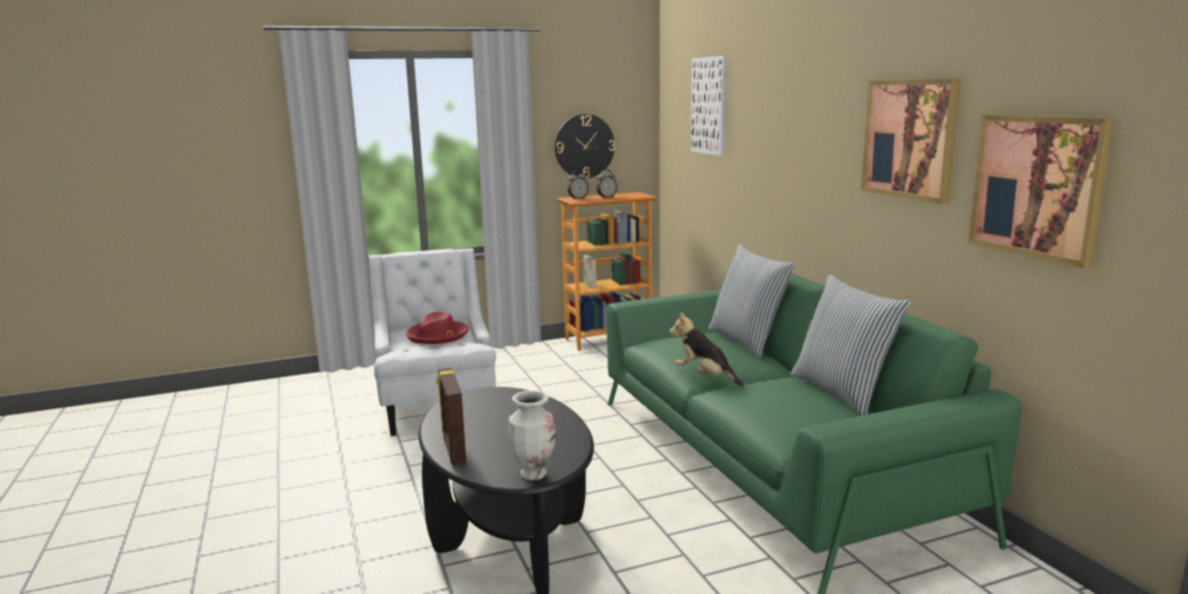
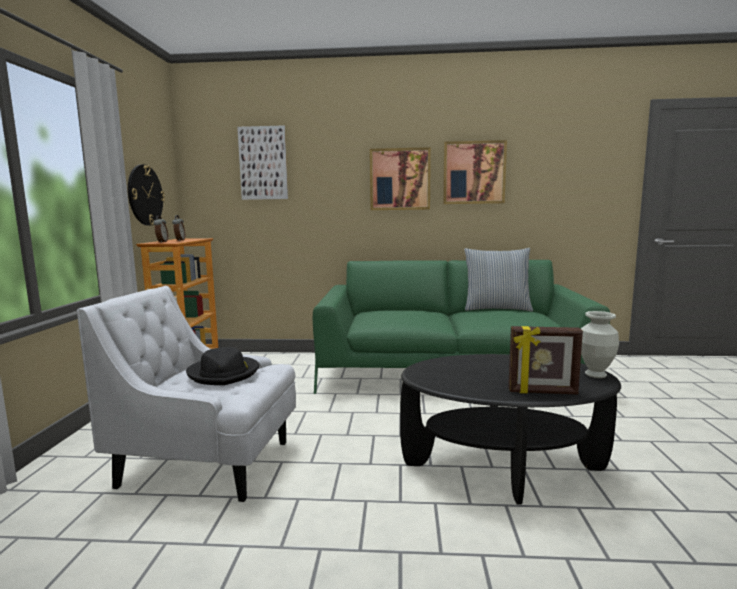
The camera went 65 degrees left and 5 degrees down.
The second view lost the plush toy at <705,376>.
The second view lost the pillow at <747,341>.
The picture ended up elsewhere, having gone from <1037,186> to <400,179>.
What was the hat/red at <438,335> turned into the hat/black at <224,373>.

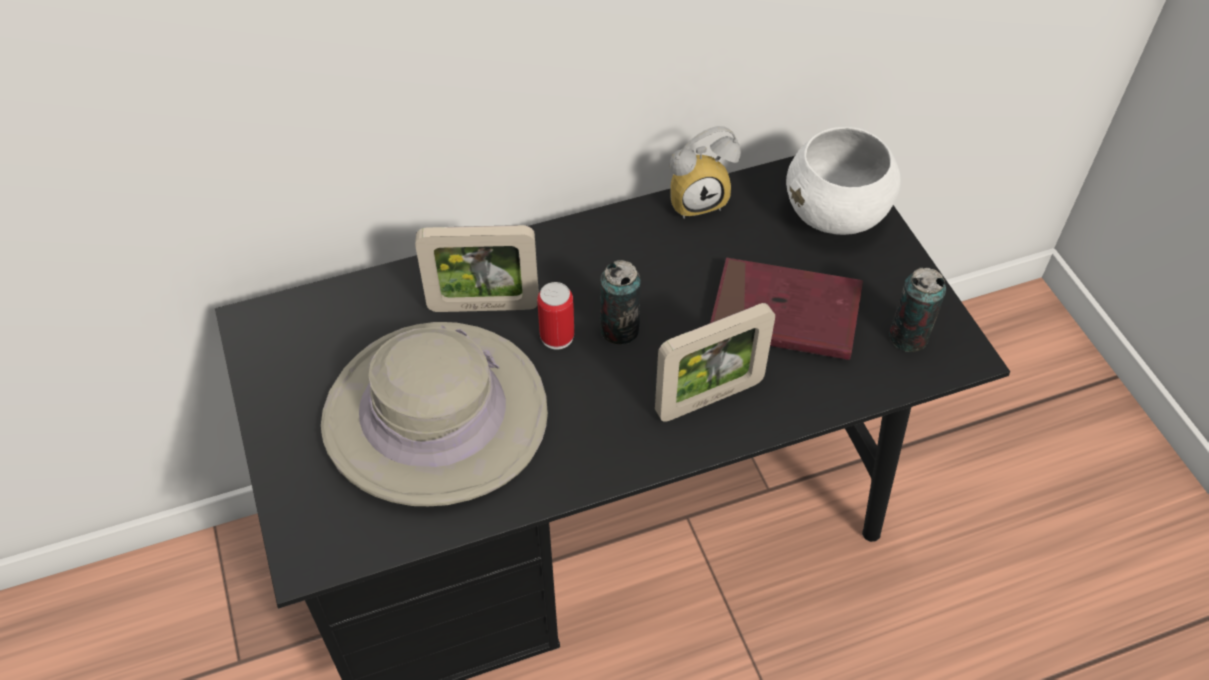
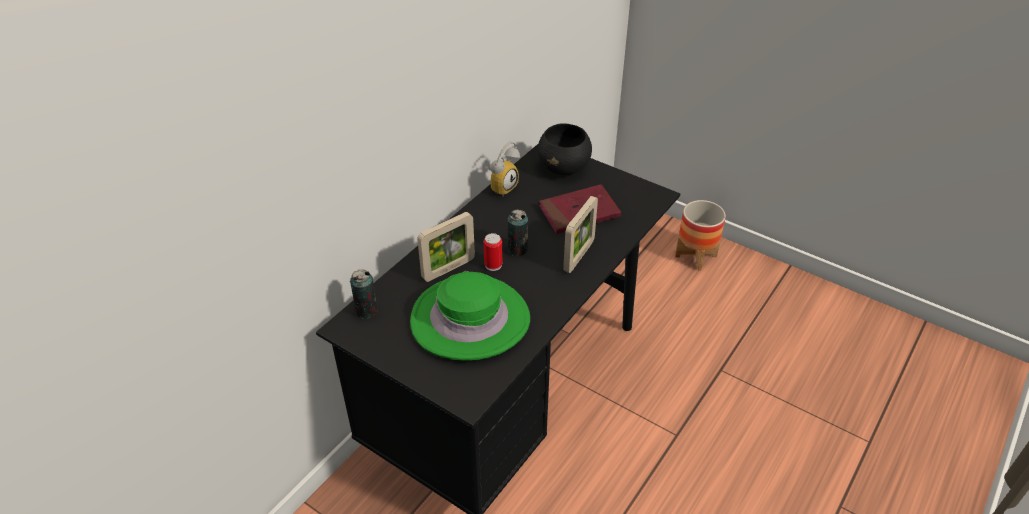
The camera went 35 degrees left and 10 degrees down.
The second view gained the planter at <695,256>.
The can ended up elsewhere, having gone from <908,337> to <366,311>.
What was the hat/beige at <435,416> turned into the hat/green at <470,320>.
What was the bowl/white at <837,214> turned into the bowl/black at <564,167>.

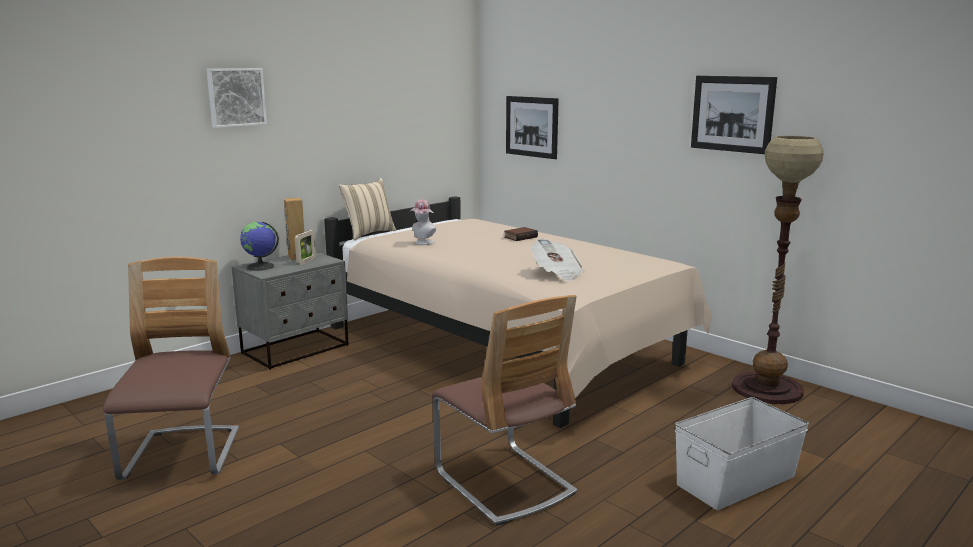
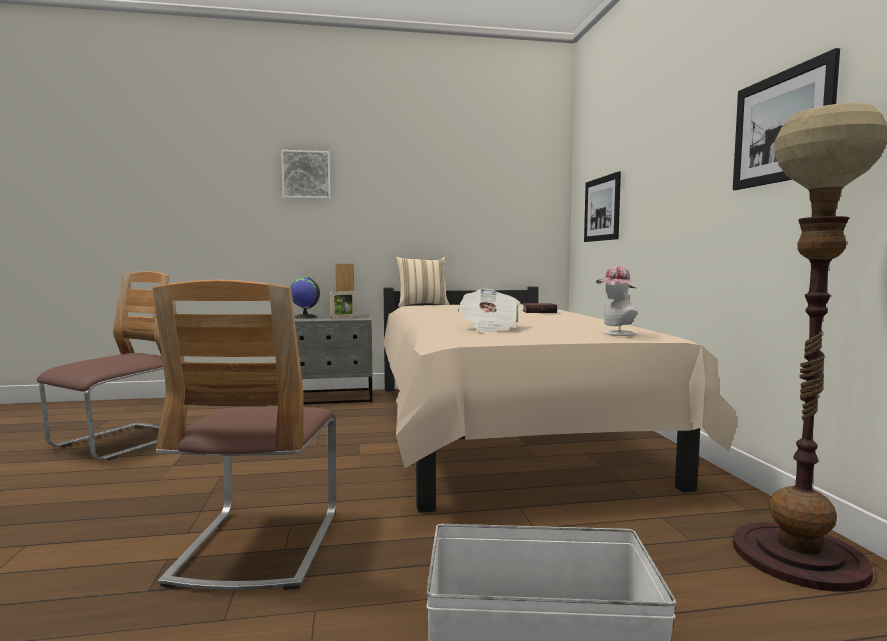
The camera went 35 degrees right and 10 degrees down.
The hat ended up elsewhere, having gone from <422,243> to <615,334>.

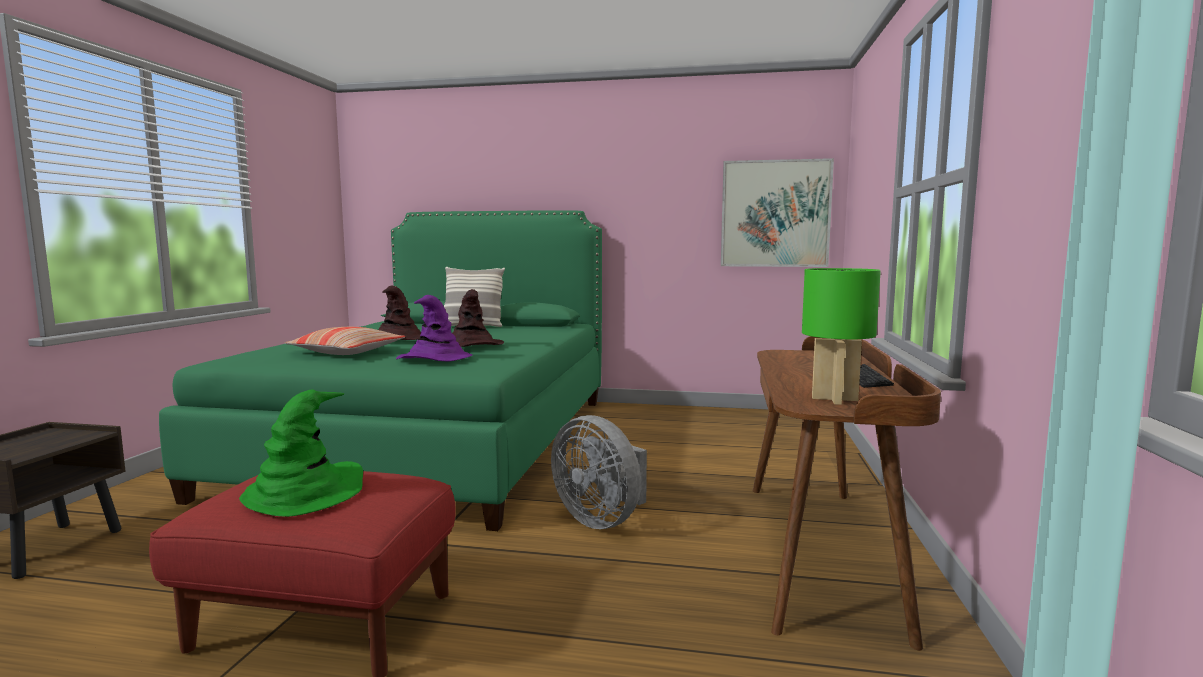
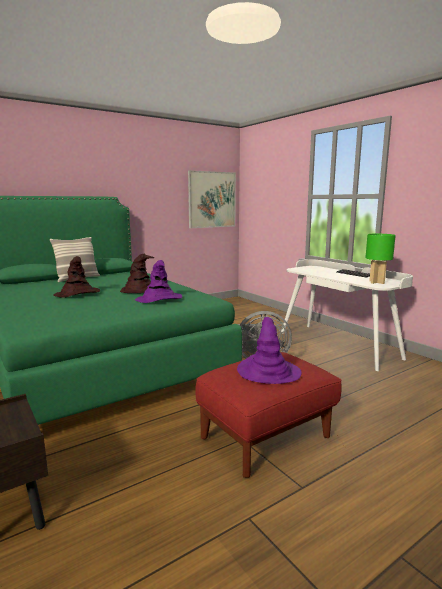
The camera went 45 degrees left and 5 degrees up.
The second view lost the pillow at <347,352>.
What was the hat/green at <305,492> turned into the hat/purple at <268,372>.
What was the desk/brown at <820,551> turned into the desk/white at <338,345>.

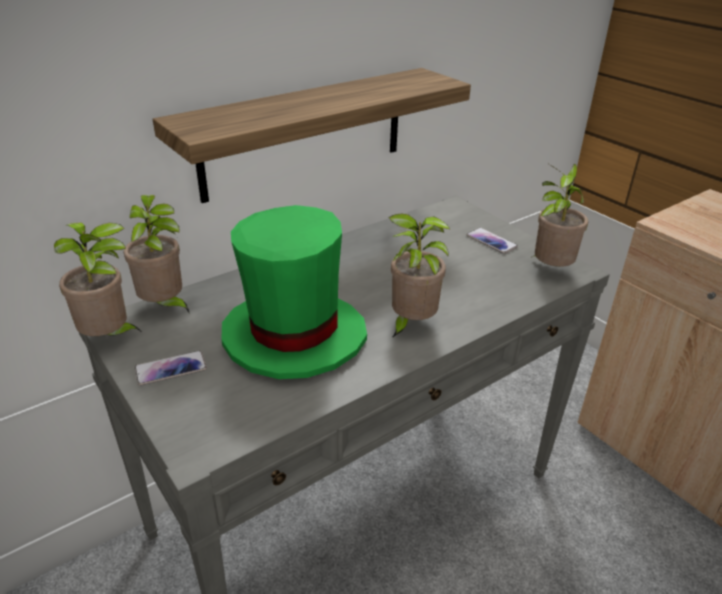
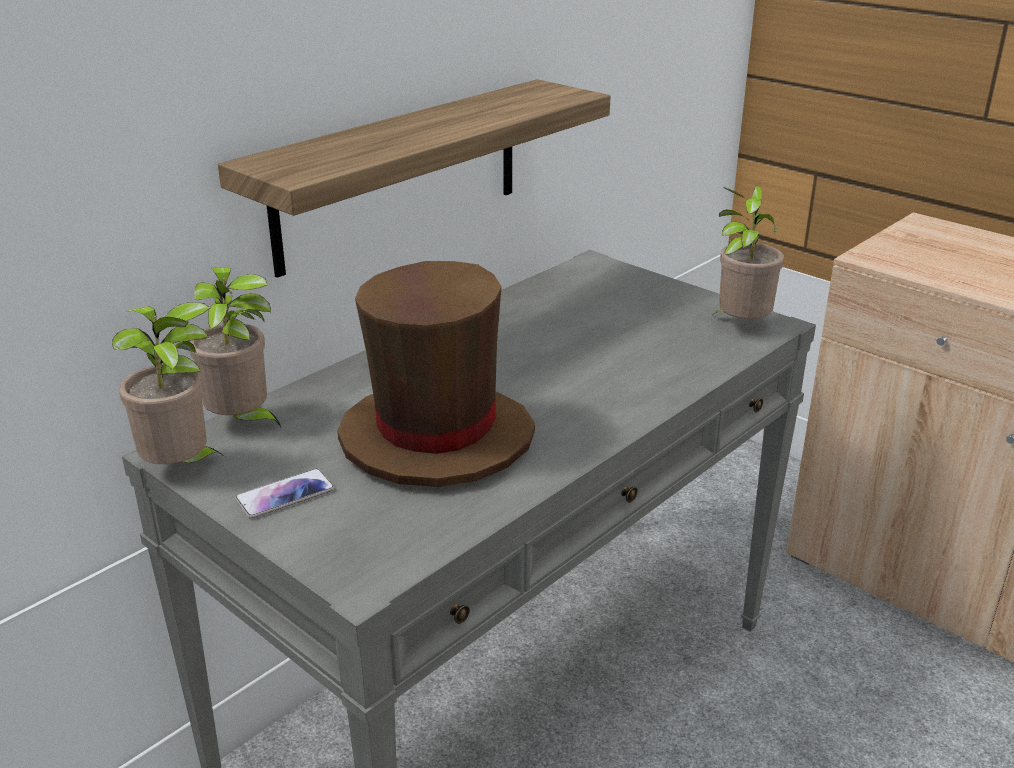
The camera went 10 degrees left and 5 degrees down.
The second view lost the potted plant at <410,324>.
The second view lost the phone at <491,241>.
What was the hat/green at <294,336> turned into the hat/brown at <436,438>.

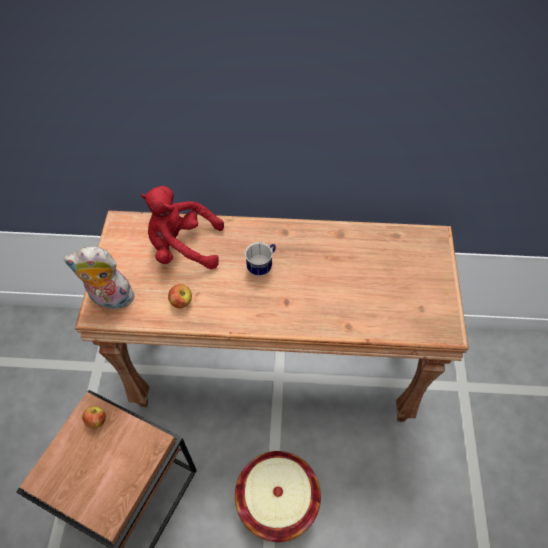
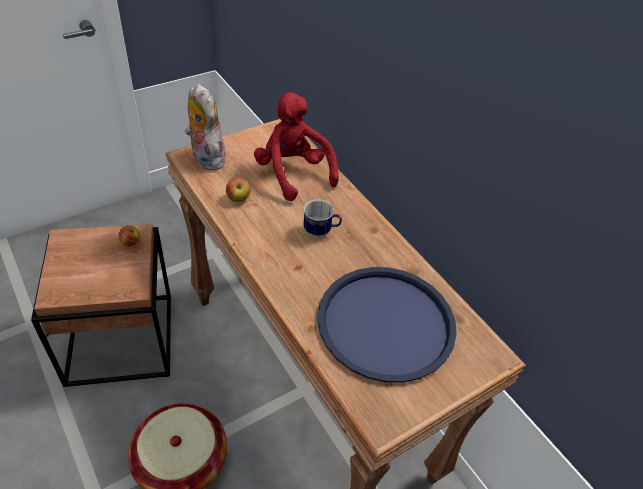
The camera went 50 degrees right and 10 degrees down.
The second view gained the tray/blue at <386,323>.

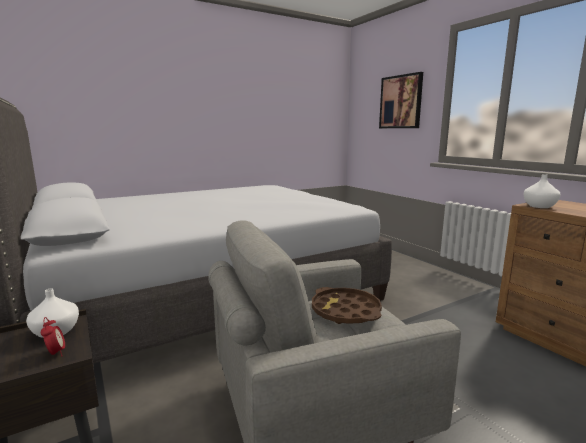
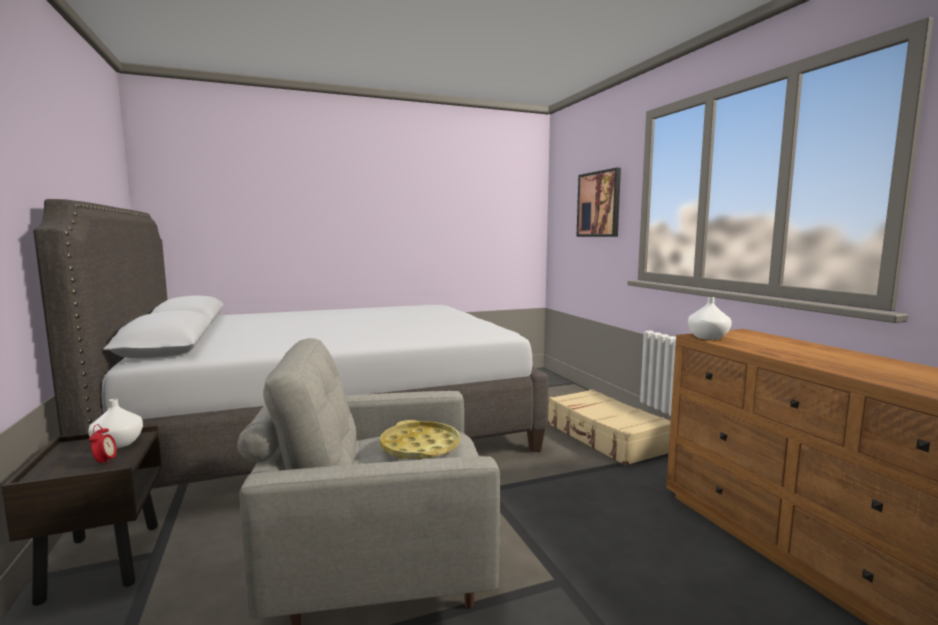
The camera went 10 degrees right and 5 degrees down.
The second view gained the suitcase/beige at <605,438>.
What was the tray/brown at <345,311> turned into the tray/yellow at <420,447>.

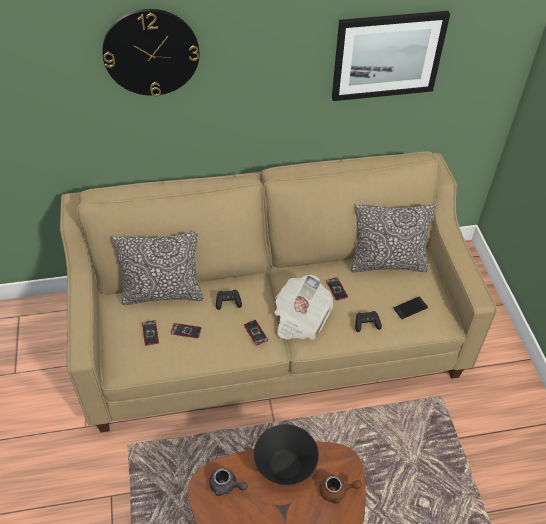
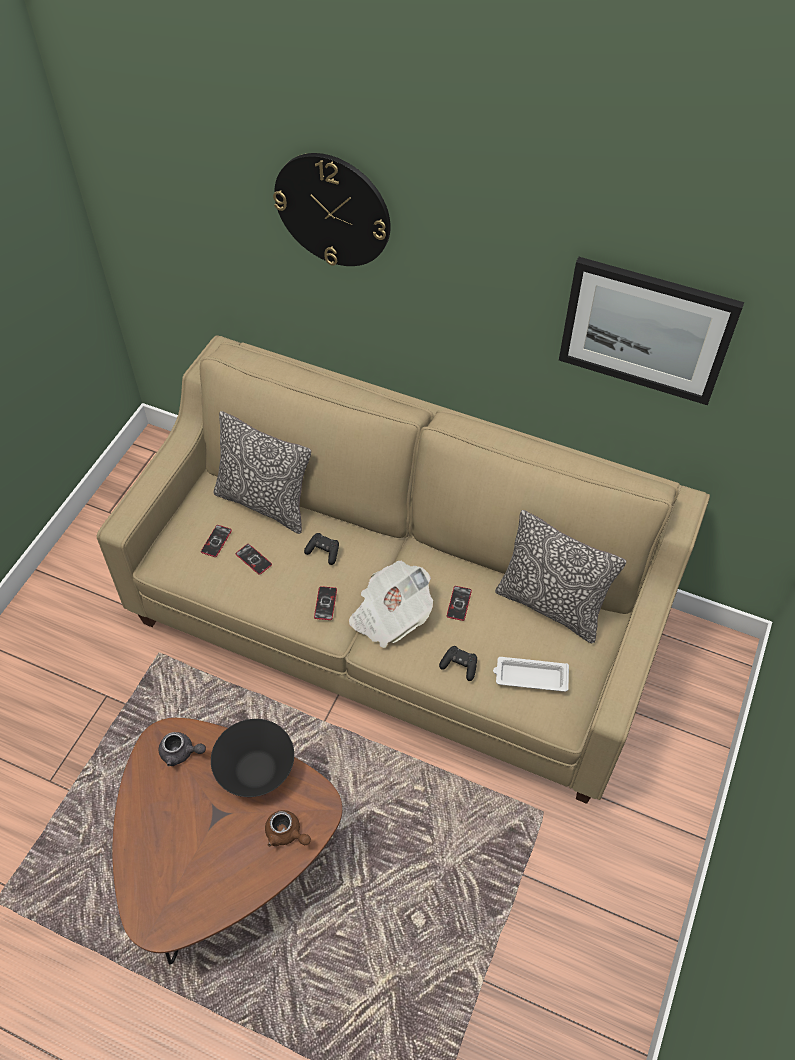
The camera went 35 degrees right and 5 degrees up.
Where the phone stood at <410,308>, the tray/white came to stand at <530,677>.
The teapot/grey at <226,486> ended up facing another way, 45 degrees counterclockwise from before.

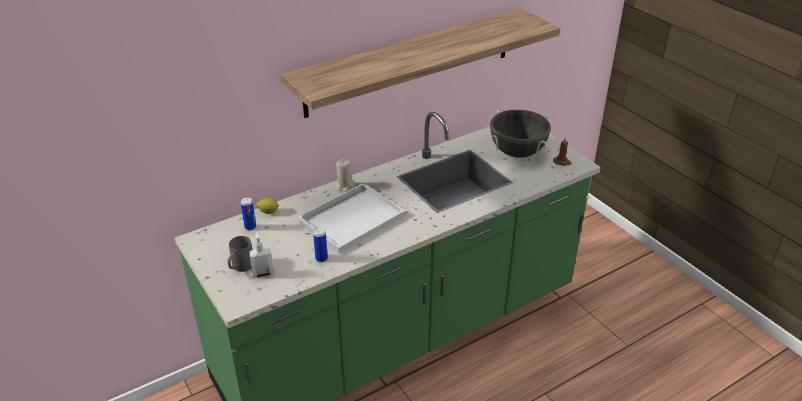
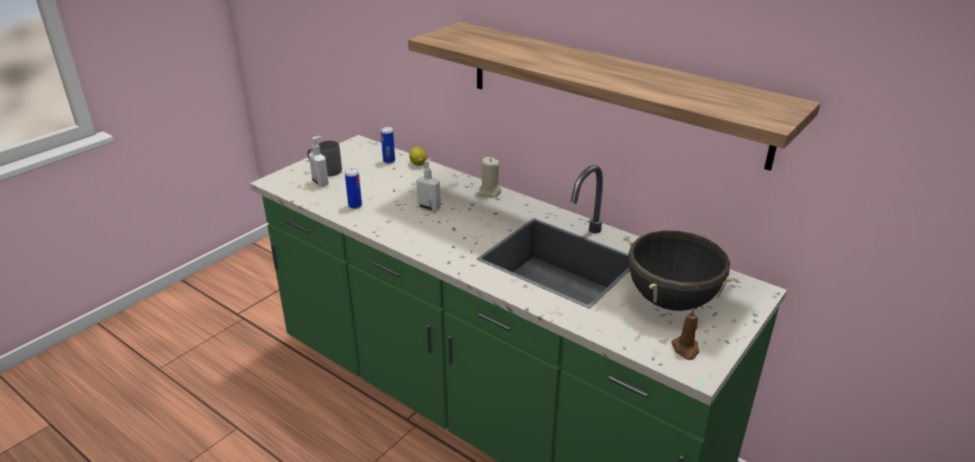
The camera went 70 degrees right and 5 degrees down.
Where the tray/white stood at <351,220>, the soap dispenser came to stand at <429,208>.

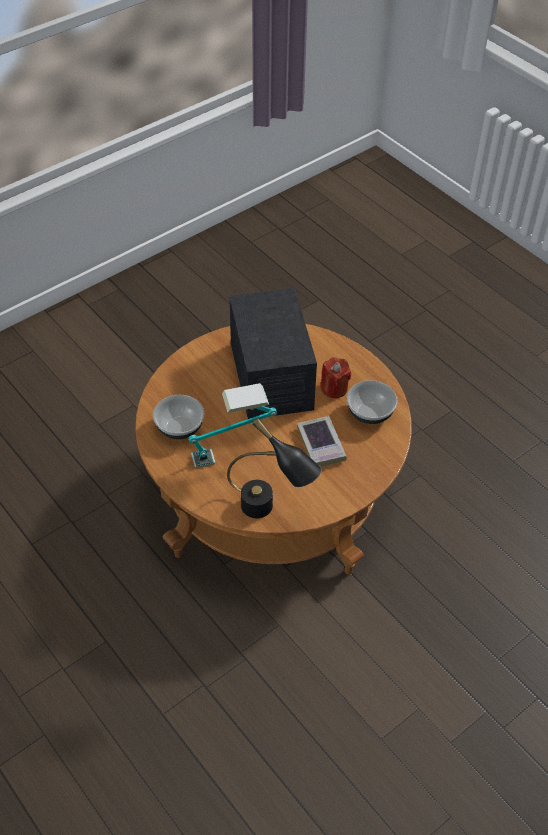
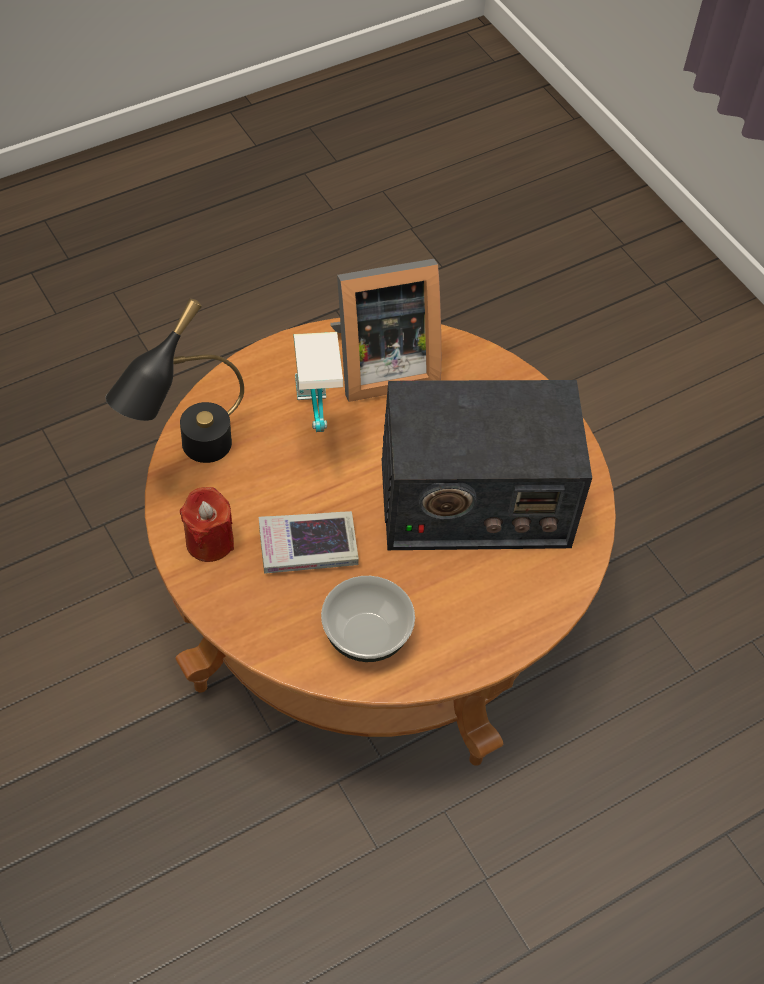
The camera went 95 degrees right and 5 degrees up.
The candle/red ended up elsewhere, having gone from <334,388> to <209,542>.
Where the bowl stood at <179,427>, the picture frame came to stand at <379,366>.

